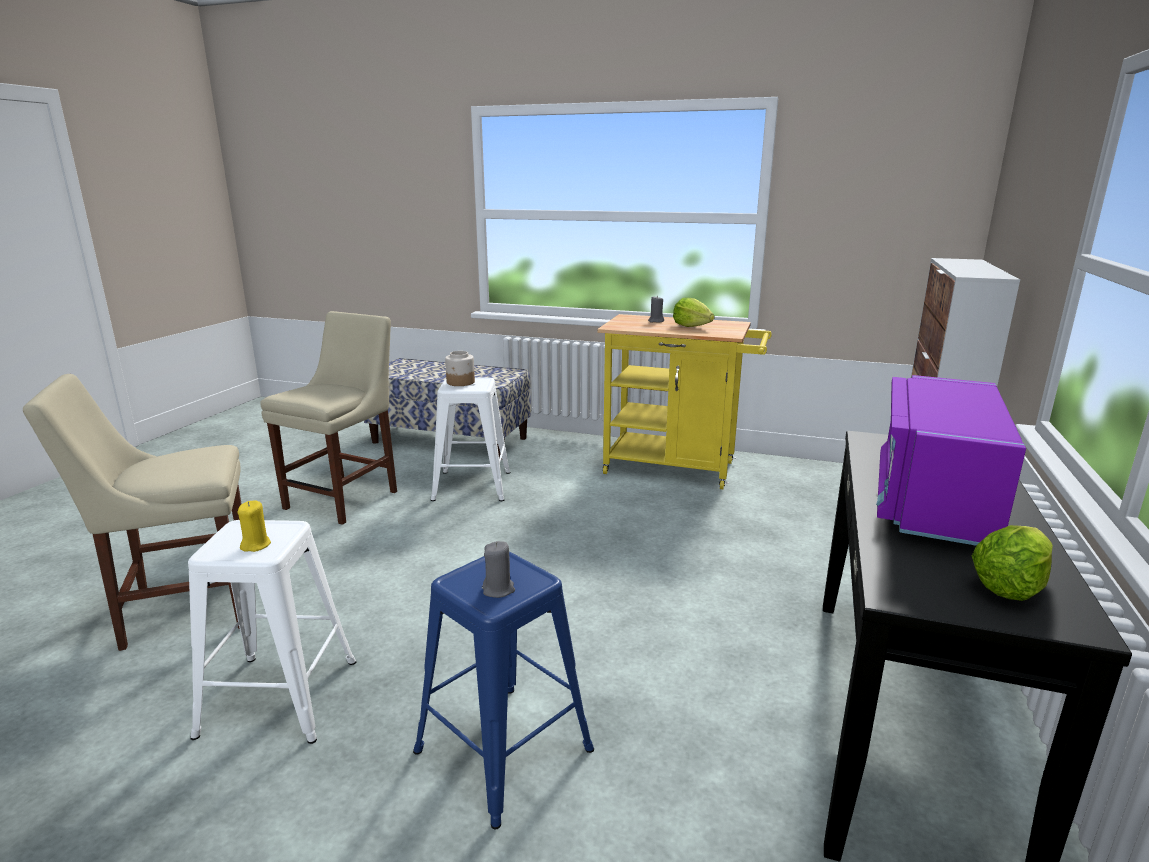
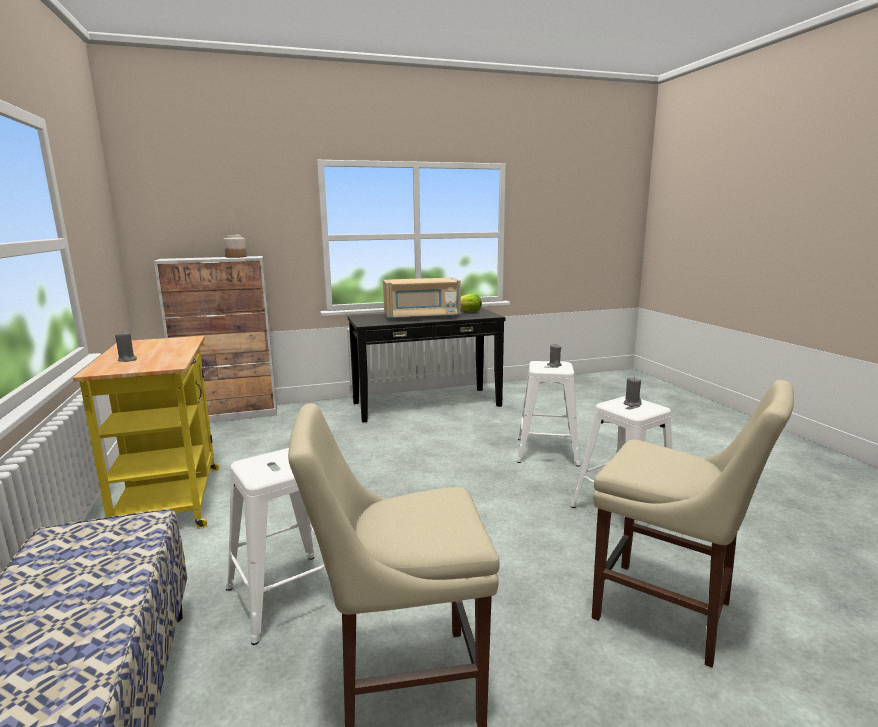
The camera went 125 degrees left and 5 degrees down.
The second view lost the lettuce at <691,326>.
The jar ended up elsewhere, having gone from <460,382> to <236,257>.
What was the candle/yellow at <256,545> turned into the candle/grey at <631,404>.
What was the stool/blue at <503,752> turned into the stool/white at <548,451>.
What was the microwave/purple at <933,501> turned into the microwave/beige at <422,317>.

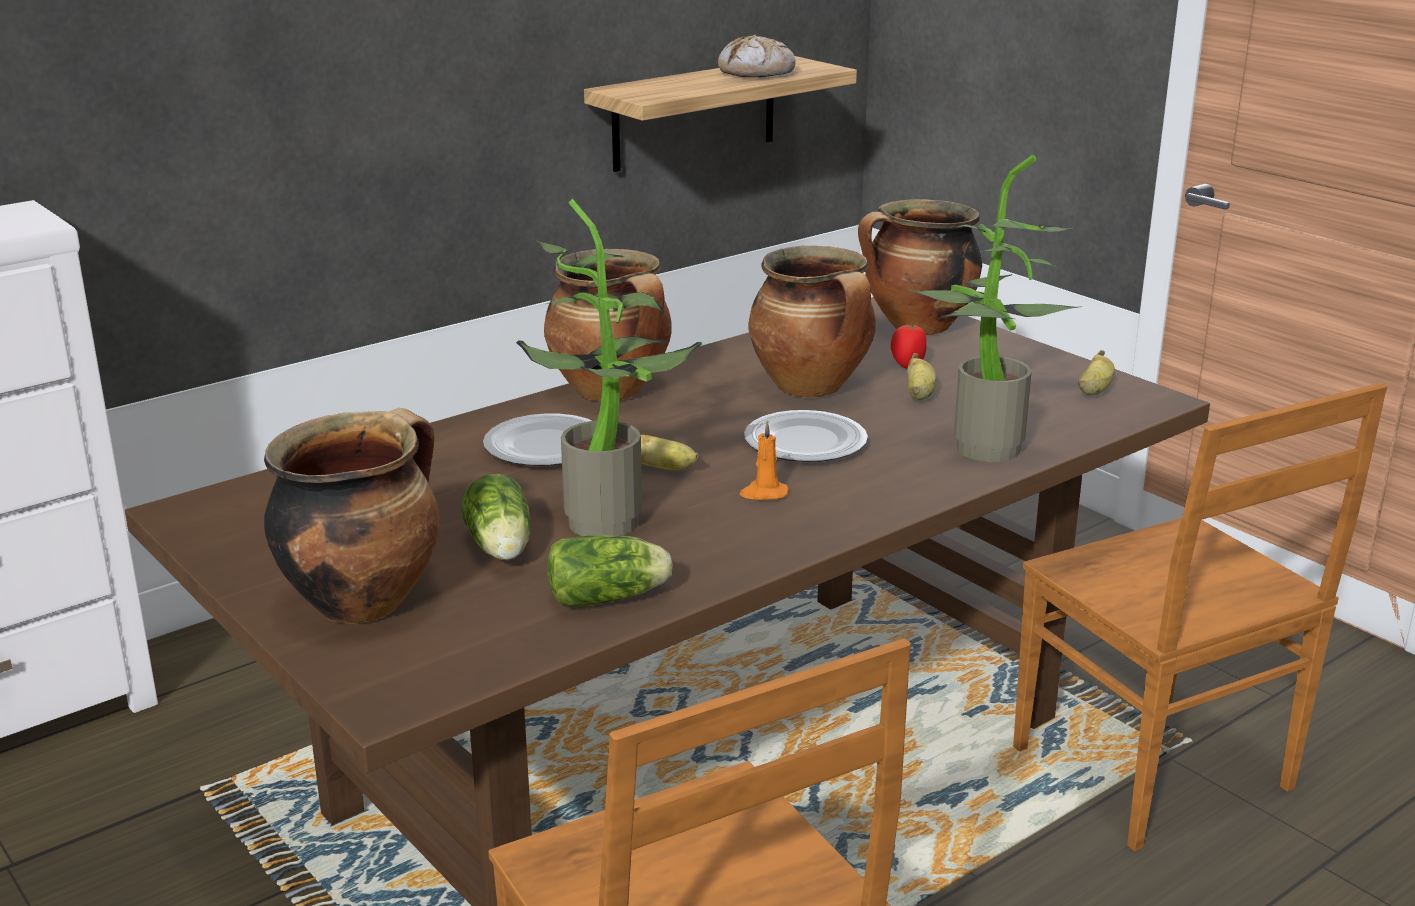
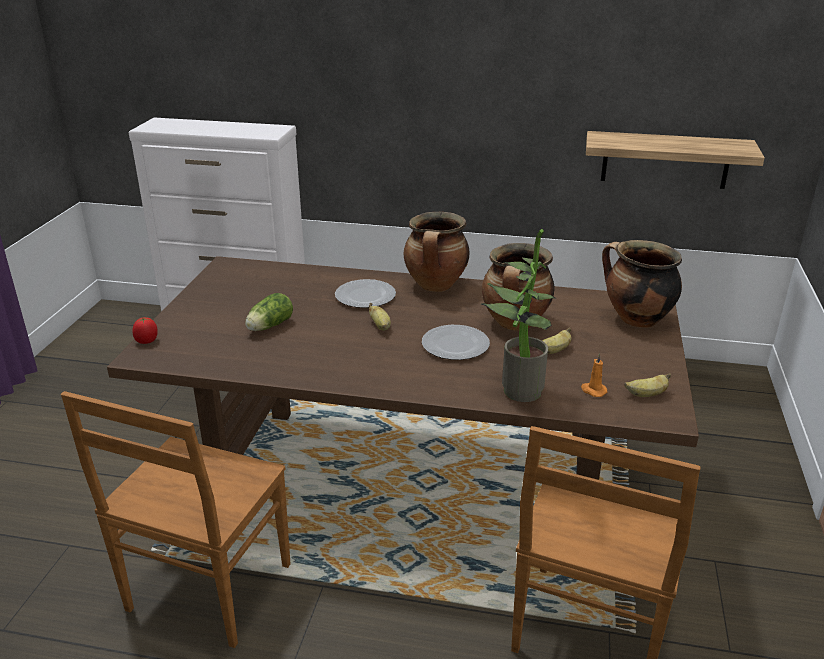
The camera went 50 degrees right and 5 degrees up.
The second view lost the cooking pot at <363,600>.
The second view lost the potted plant at <613,518>.
The second view lost the lettuce at <611,598>.
The second view lost the bread at <757,72>.
The candle/orange ended up elsewhere, having gone from <763,493> to <593,390>.
The tomato ended up elsewhere, having gone from <907,365> to <147,341>.

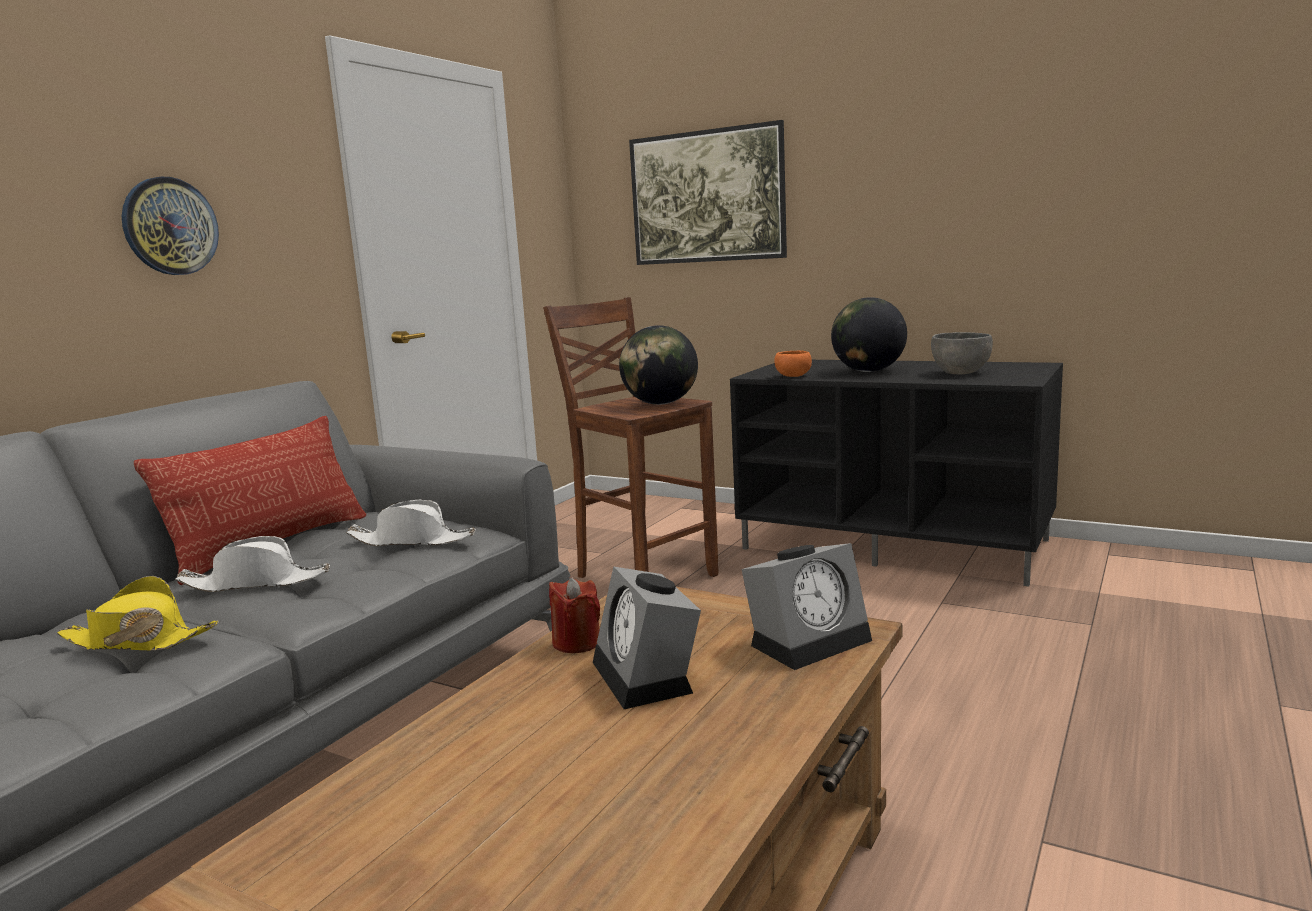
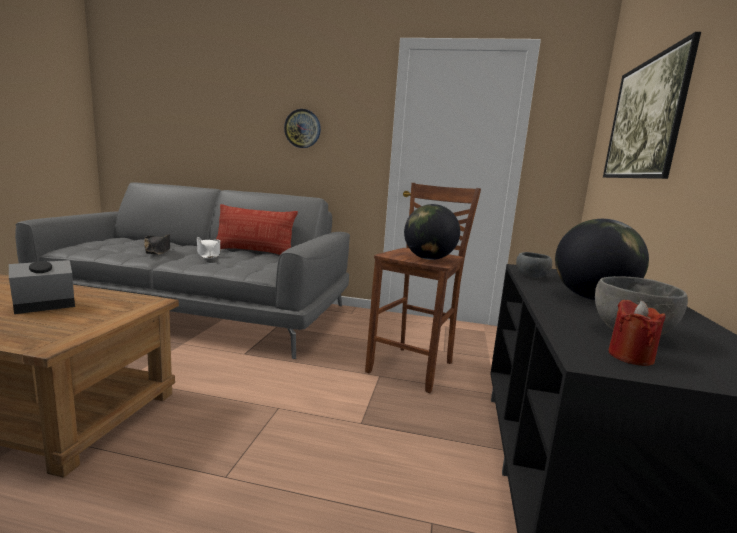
The camera went 70 degrees right and 0 degrees up.
The second view lost the hat/white at <413,540>.
The second view lost the alarm clock at <810,640>.
The candle/red ended up elsewhere, having gone from <576,643> to <630,356>.
What was the hat/yellow at <138,641> turned into the hat/black at <158,251>.
What was the bowl/orange at <793,376> turned into the bowl/grey at <531,276>.

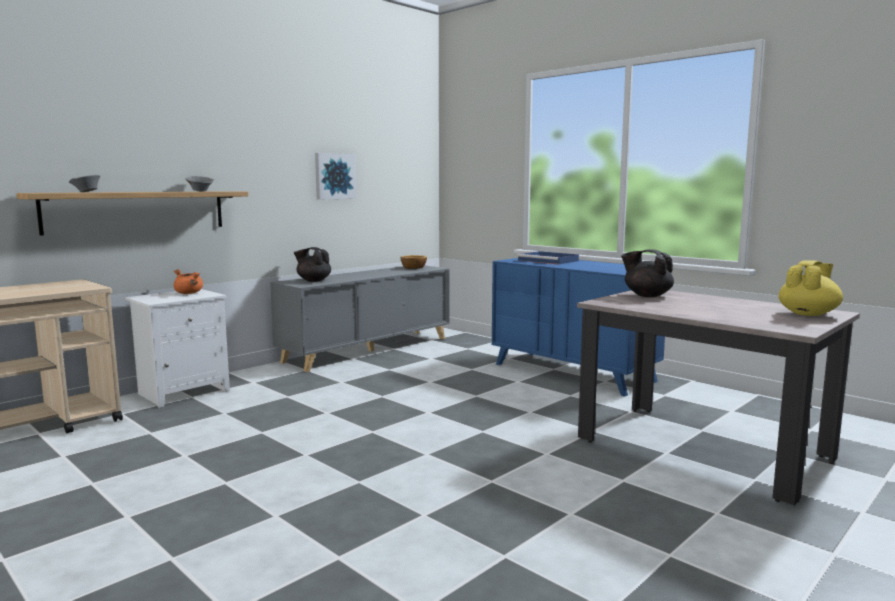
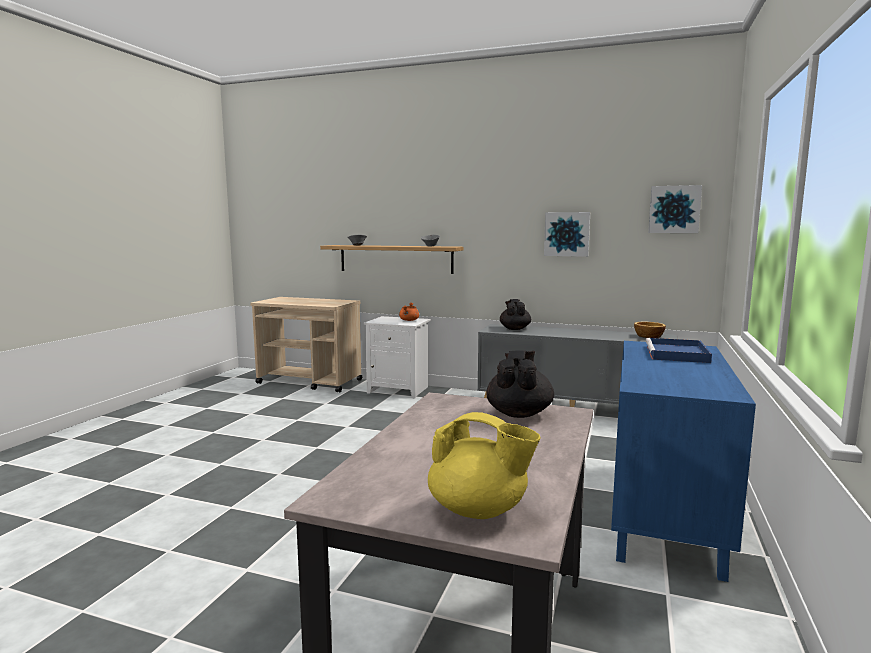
The camera went 65 degrees right and 0 degrees up.
The second view gained the picture at <674,209>.

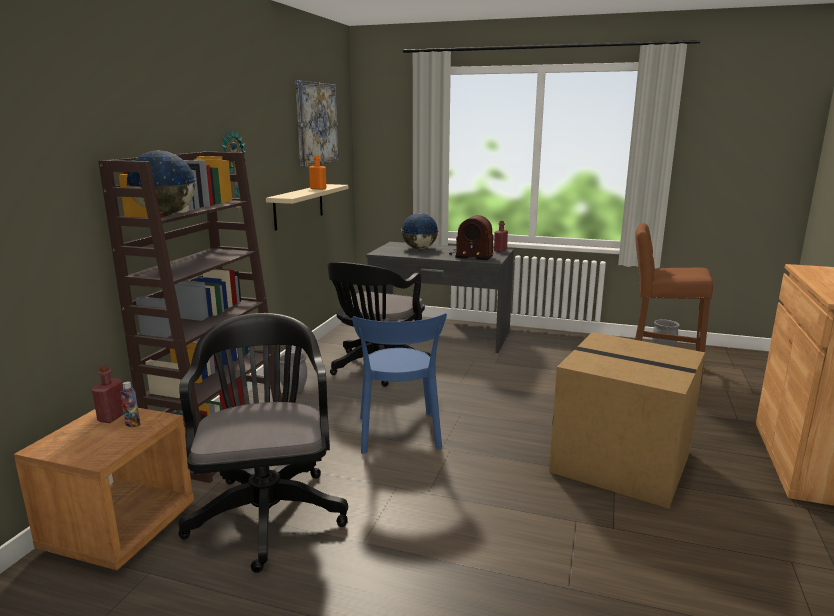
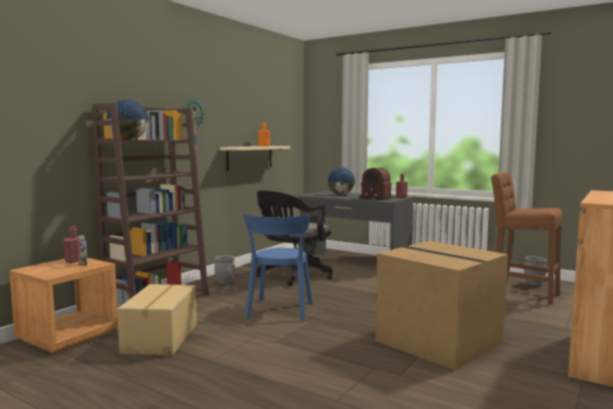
The camera went 15 degrees right and 10 degrees down.
The second view lost the picture at <316,124>.
Where the office chair/black stood at <267,510>, the cardboard box came to stand at <162,338>.

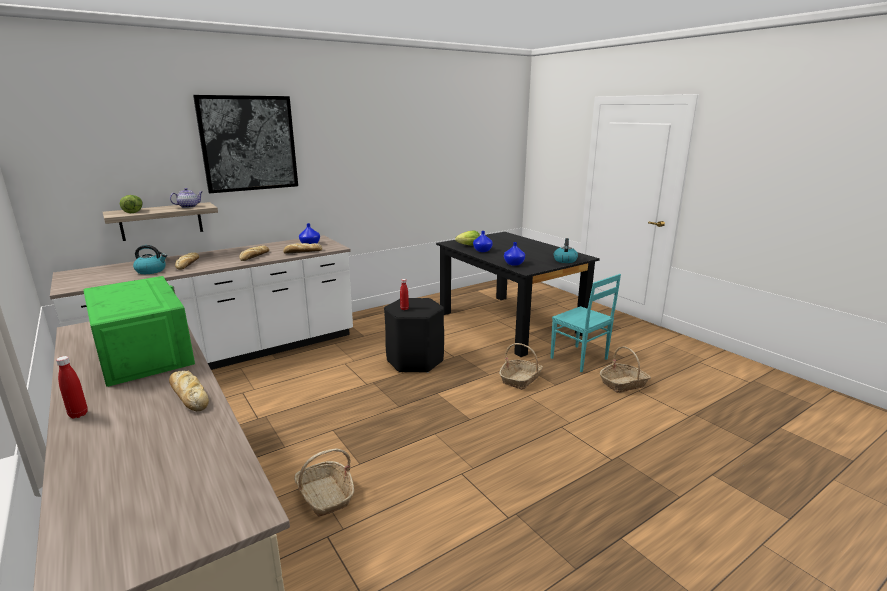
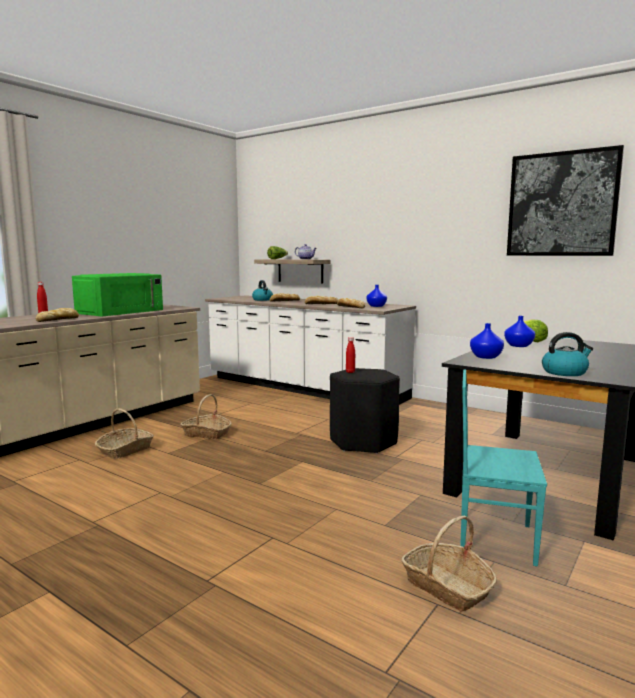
The camera went 70 degrees right and 10 degrees down.
The picture ended up elsewhere, having gone from <249,143> to <561,204>.
The basket ended up elsewhere, having gone from <520,379> to <206,434>.
The chair/turquoise at <579,359> ended up facing another way, 75 degrees clockwise from before.

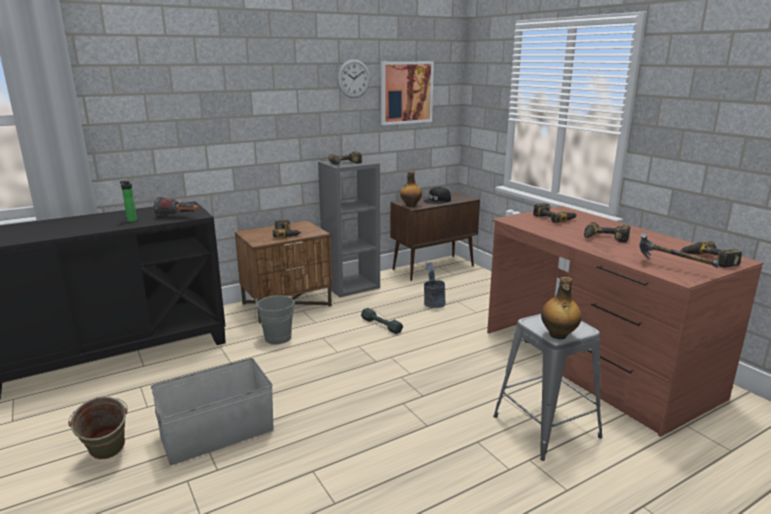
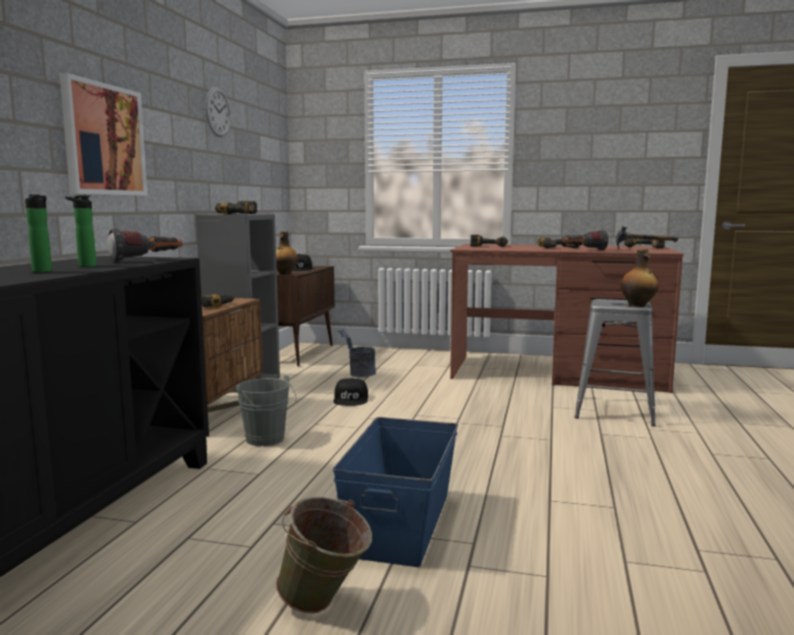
The camera went 45 degrees left and 10 degrees down.
The second view gained the bottle at <43,271>.
The second view gained the flashlight at <584,250>.
The picture ended up elsewhere, having gone from <406,92> to <104,140>.
Where the dumbbell/grey stood at <381,325>, the cap/black came to stand at <351,399>.
What was the storage box/grey at <218,434> turned into the storage box/blue at <402,522>.

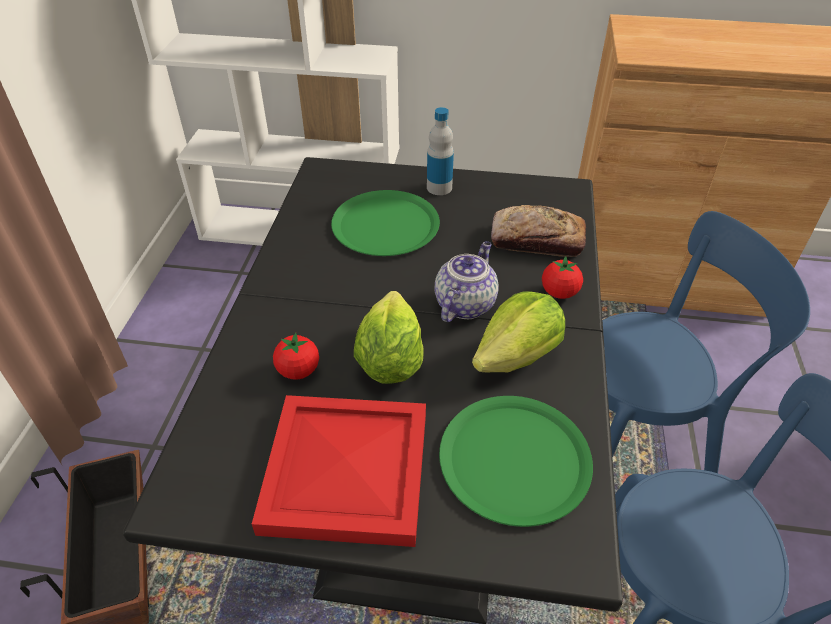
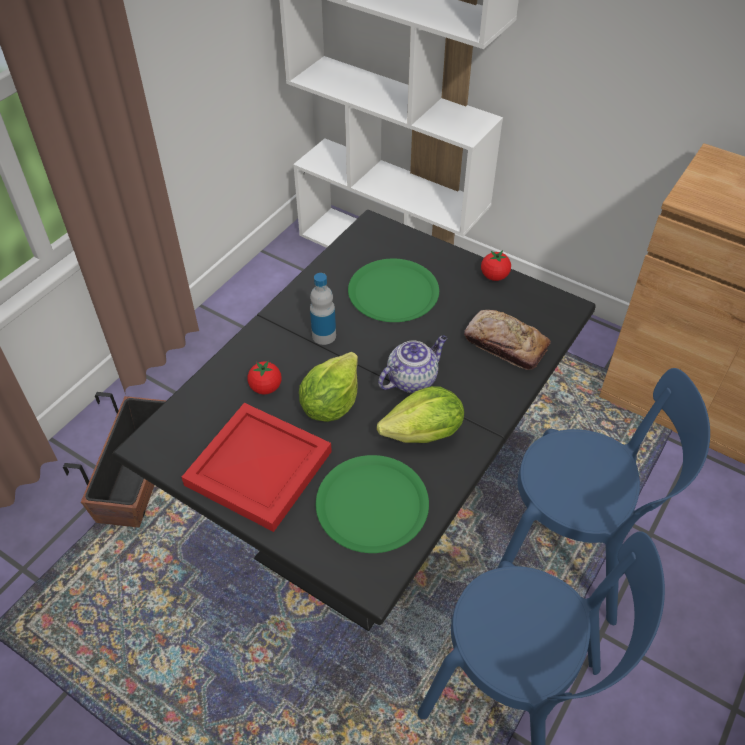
The camera went 25 degrees right and 5 degrees up.
The bottle ended up elsewhere, having gone from <439,188> to <324,335>.
The tomato ended up elsewhere, having gone from <559,292> to <494,276>.

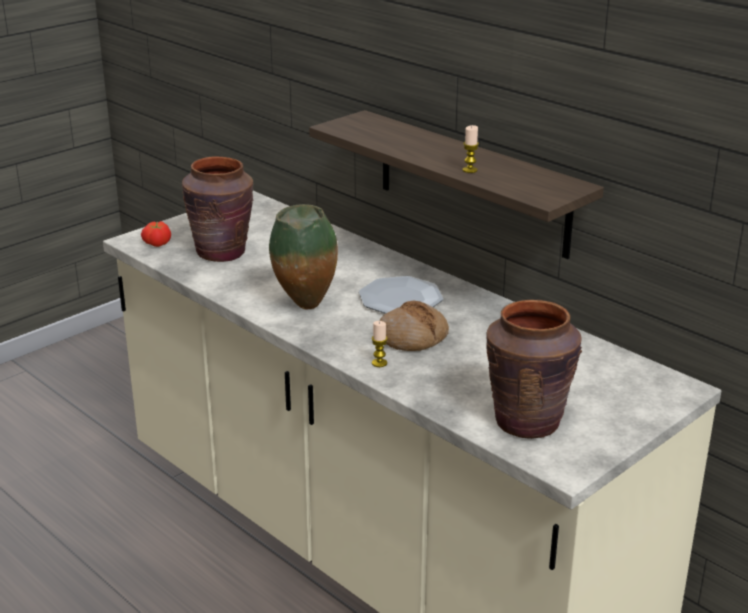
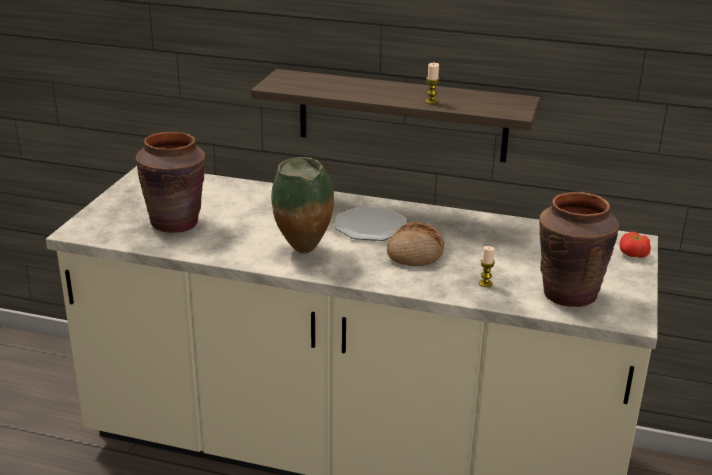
The camera went 30 degrees left and 0 degrees up.
The tomato ended up elsewhere, having gone from <156,243> to <633,254>.
The candle ended up elsewhere, having gone from <379,363> to <485,283>.

